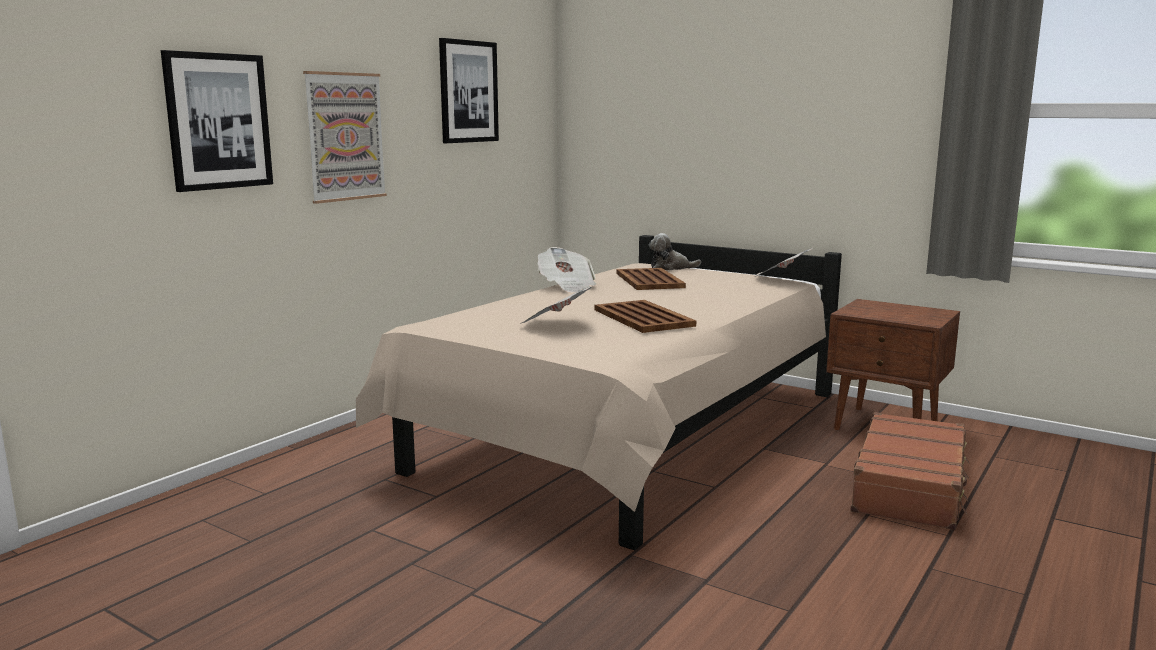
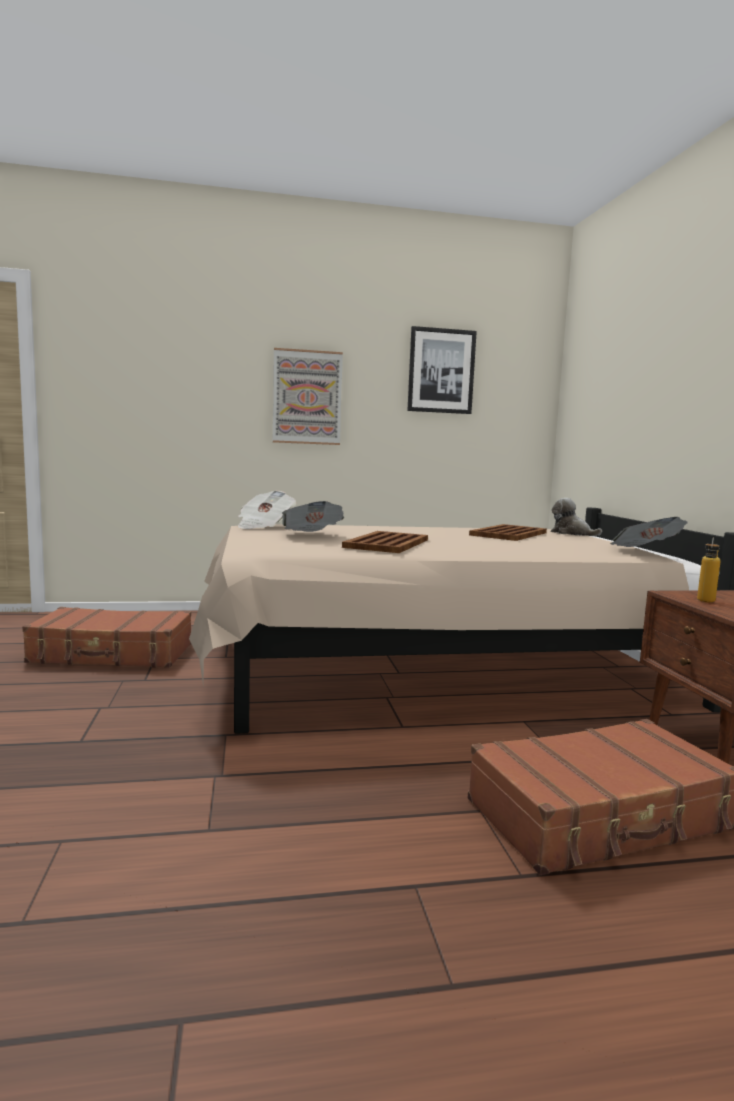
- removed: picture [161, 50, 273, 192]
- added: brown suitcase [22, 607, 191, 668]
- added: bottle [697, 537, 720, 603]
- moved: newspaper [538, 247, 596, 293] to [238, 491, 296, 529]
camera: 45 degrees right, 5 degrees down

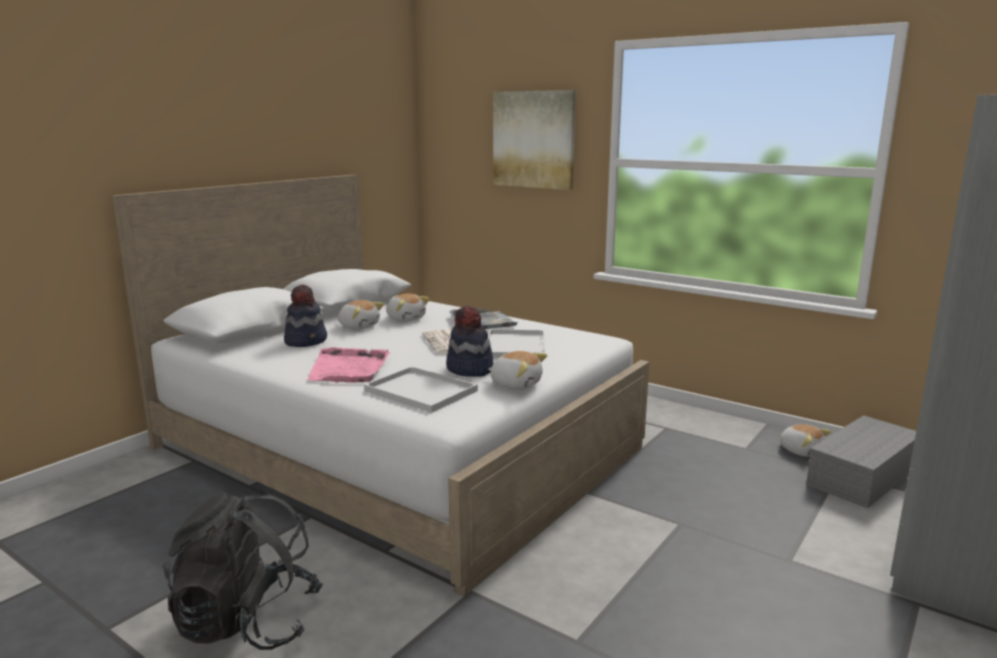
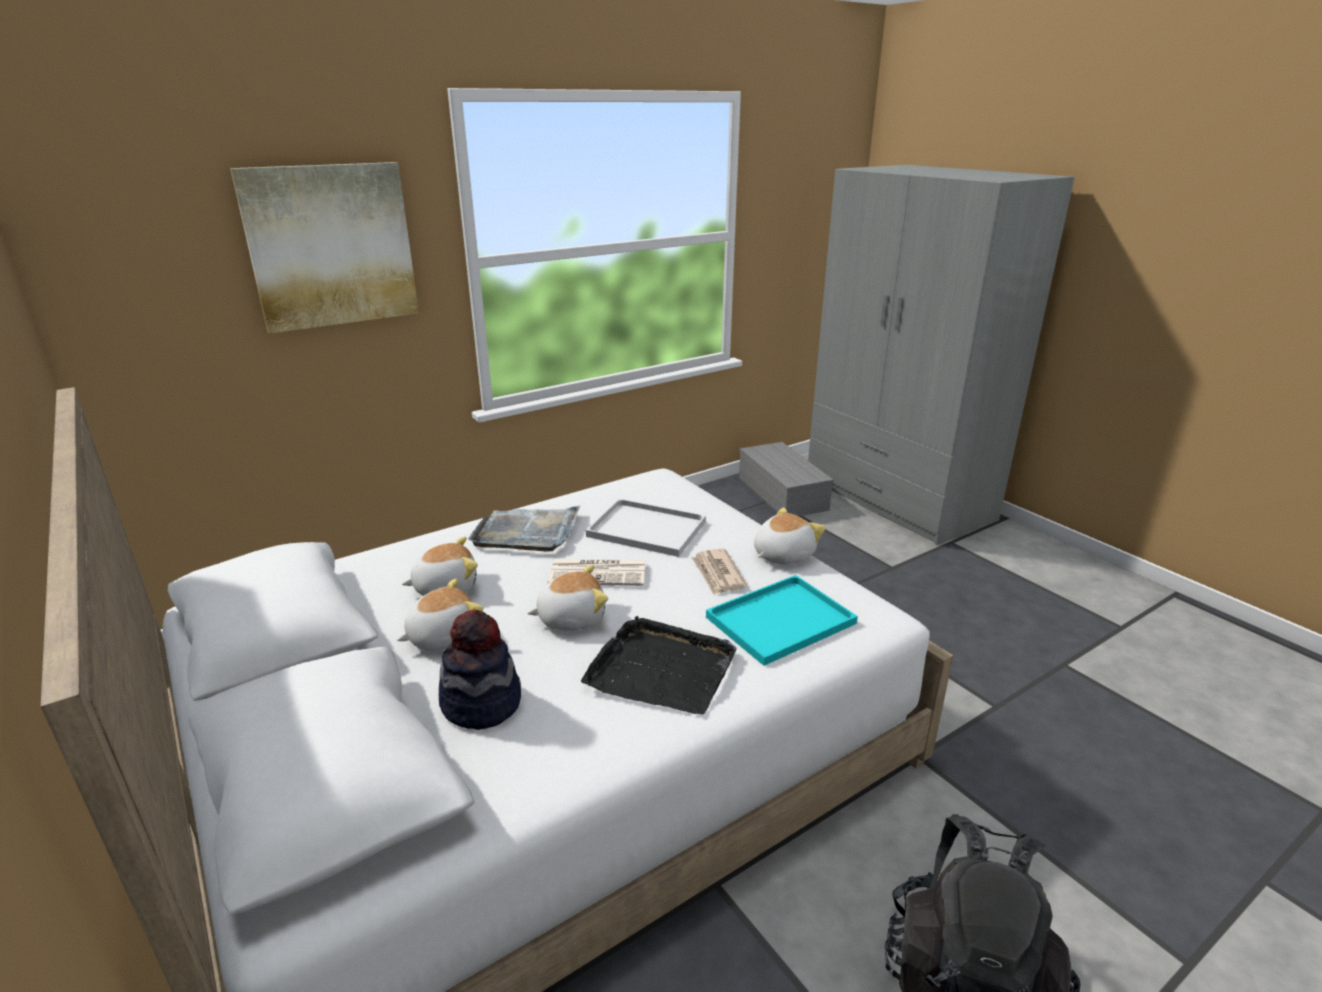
- moved: plush toy [779, 424, 831, 457] to [527, 565, 608, 630]
- replaced: hat [446, 306, 493, 377] to newspaper [691, 549, 747, 595]
- recoloured: pink tray [307, 347, 390, 383] to black tray [581, 616, 737, 715]
- recoloured: white tray [364, 366, 478, 413] to turquoise tray [706, 575, 858, 666]
camera: 70 degrees left, 10 degrees up

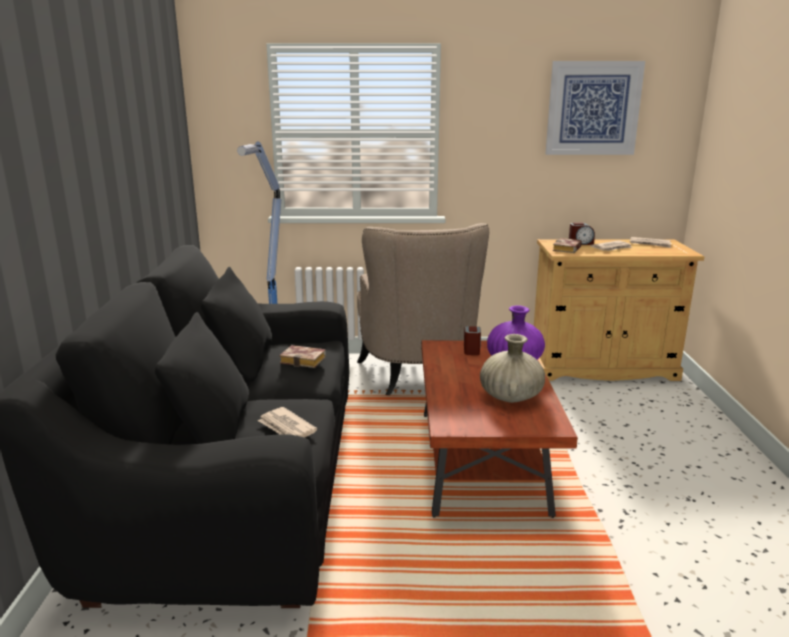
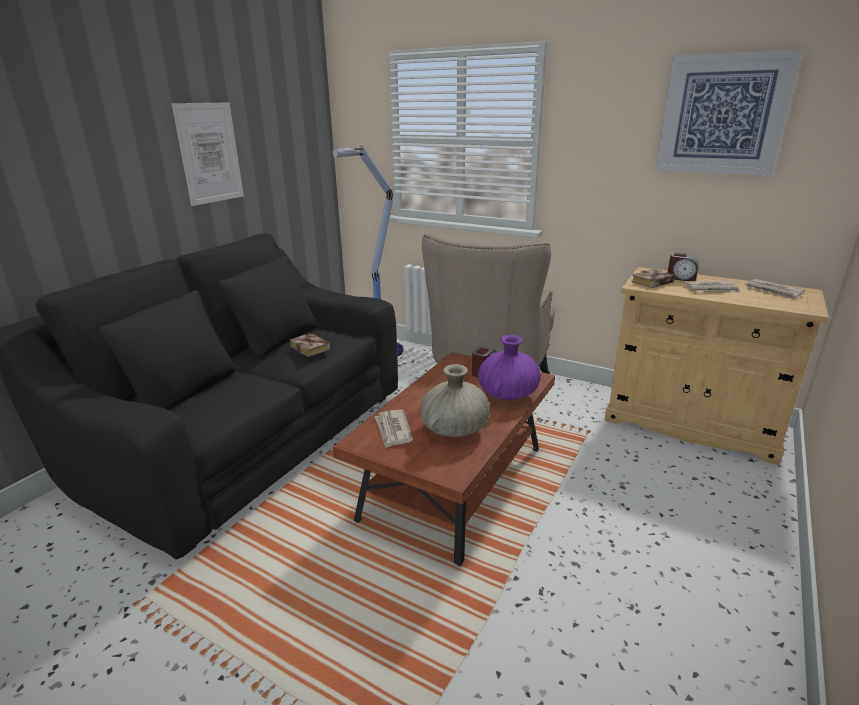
- added: picture [171, 103, 244, 206]
- moved: newspaper [258, 407, 317, 437] to [375, 409, 413, 449]
camera: 30 degrees right, 5 degrees up

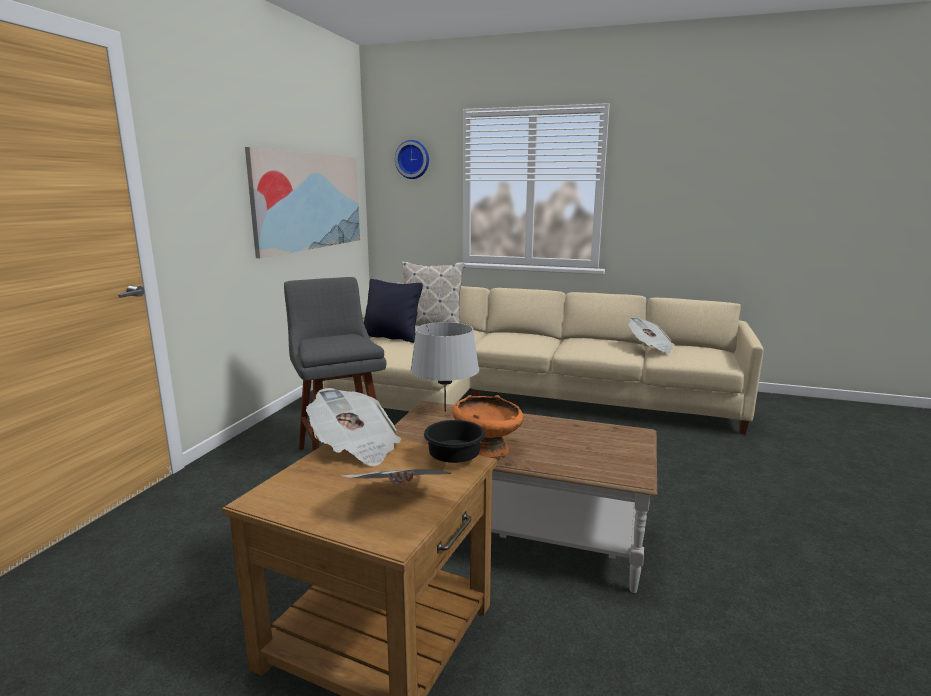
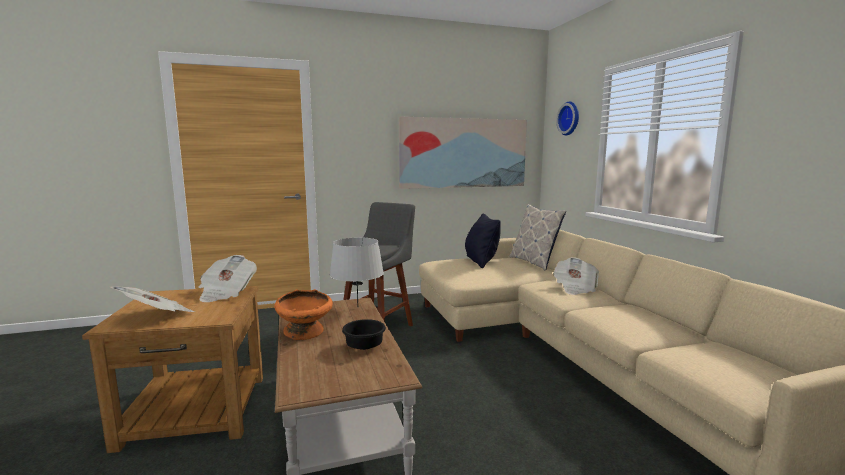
- moved: black bowl [424, 420, 485, 463] to [342, 319, 386, 350]
- moved: newspaper [628, 317, 675, 354] to [553, 257, 599, 295]
camera: 55 degrees right, 5 degrees down

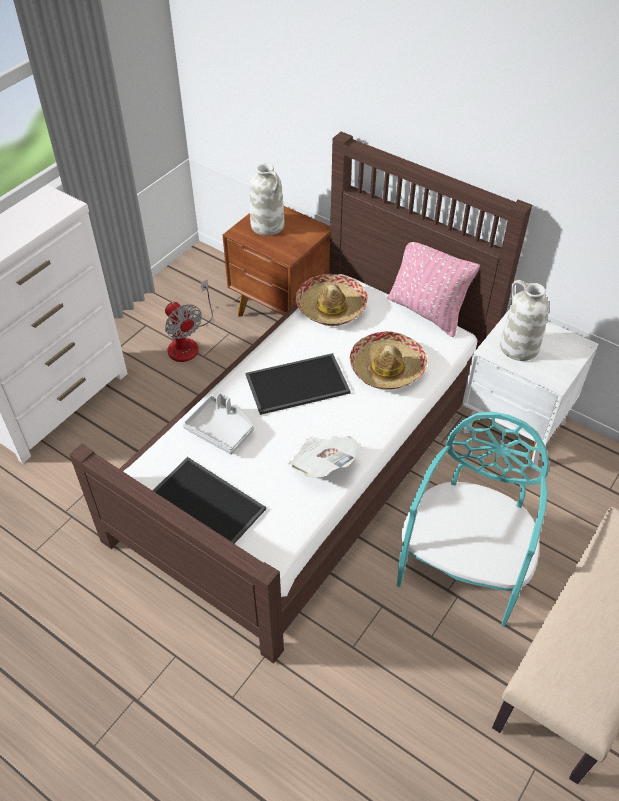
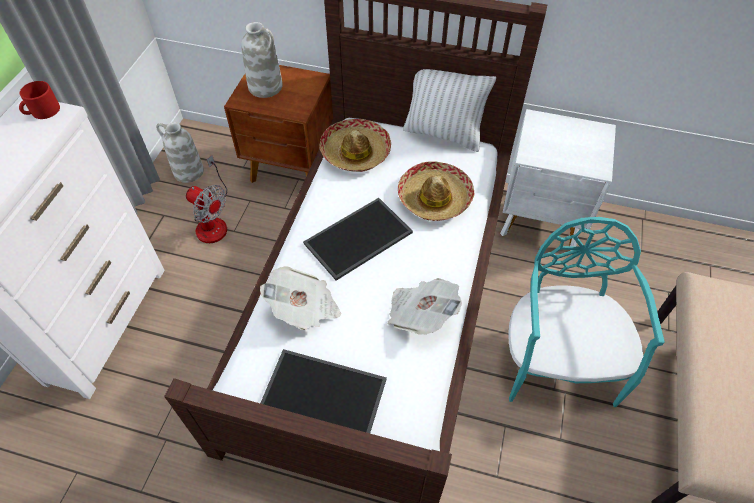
- added: red mug [19, 81, 60, 119]
- moved: white vase [500, 280, 549, 361] to [156, 122, 204, 183]
- replaced: grey tray [183, 392, 254, 455] to newspaper [260, 266, 341, 330]
- recoloured: pink pillow [388, 242, 480, 337] to white pillow [403, 69, 496, 152]
camera: 20 degrees left, 5 degrees up

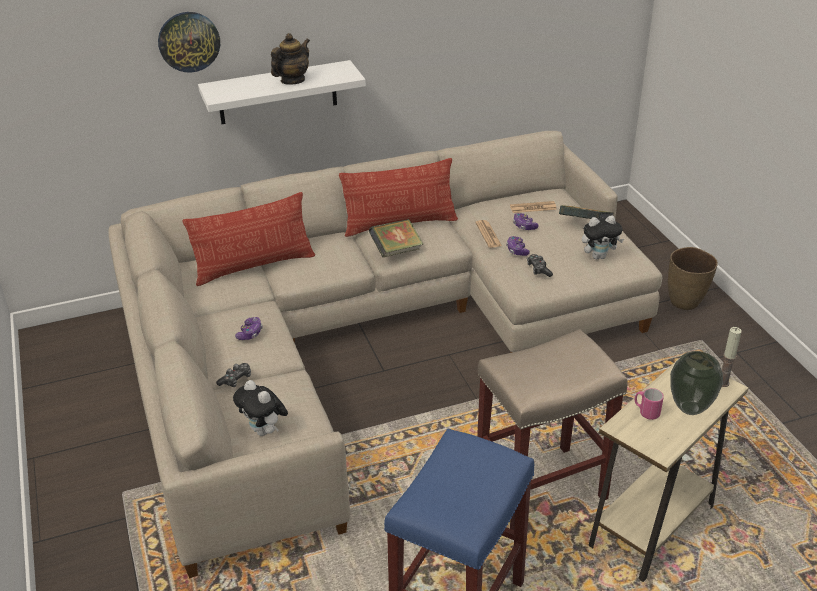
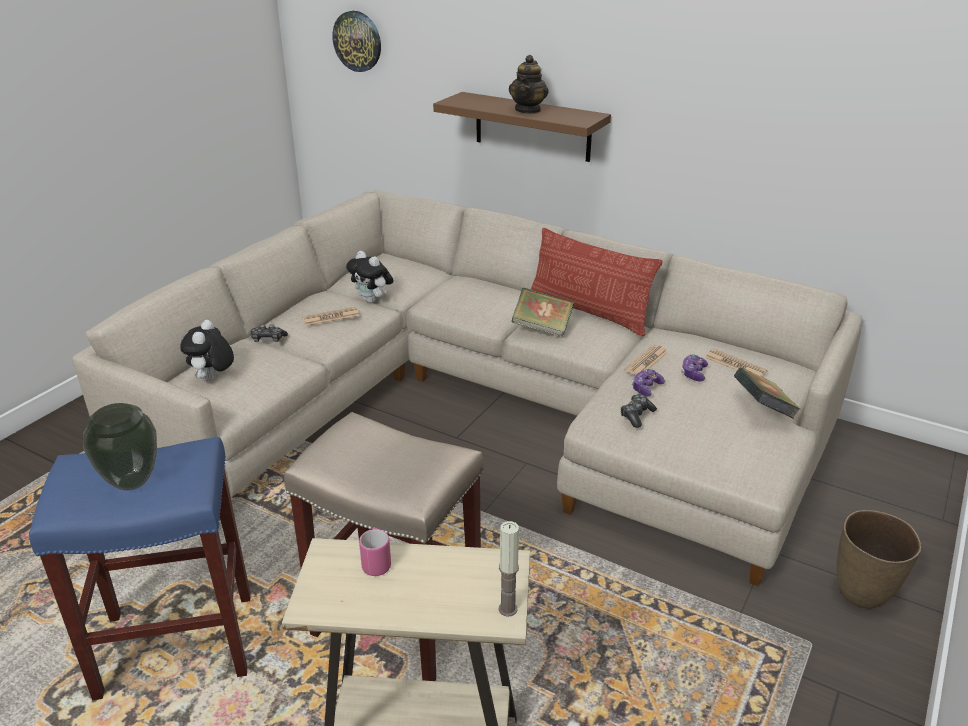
- removed: pillow [183, 192, 315, 286]
- moved: wall clock [158, 12, 220, 73] to [332, 11, 381, 72]
- moved: plush toy [582, 216, 624, 259] to [346, 251, 393, 303]
- moved: vase [670, 351, 723, 415] to [83, 403, 157, 491]
- replaced: game controller [235, 317, 263, 340] to newspaper [302, 307, 359, 326]
- recoloured: white shelf [198, 60, 366, 124] to brown shelf [433, 92, 611, 162]
- turned: teapot [271, 33, 310, 85] = [509, 55, 549, 114] 105 degrees clockwise
camera: 50 degrees right, 5 degrees down

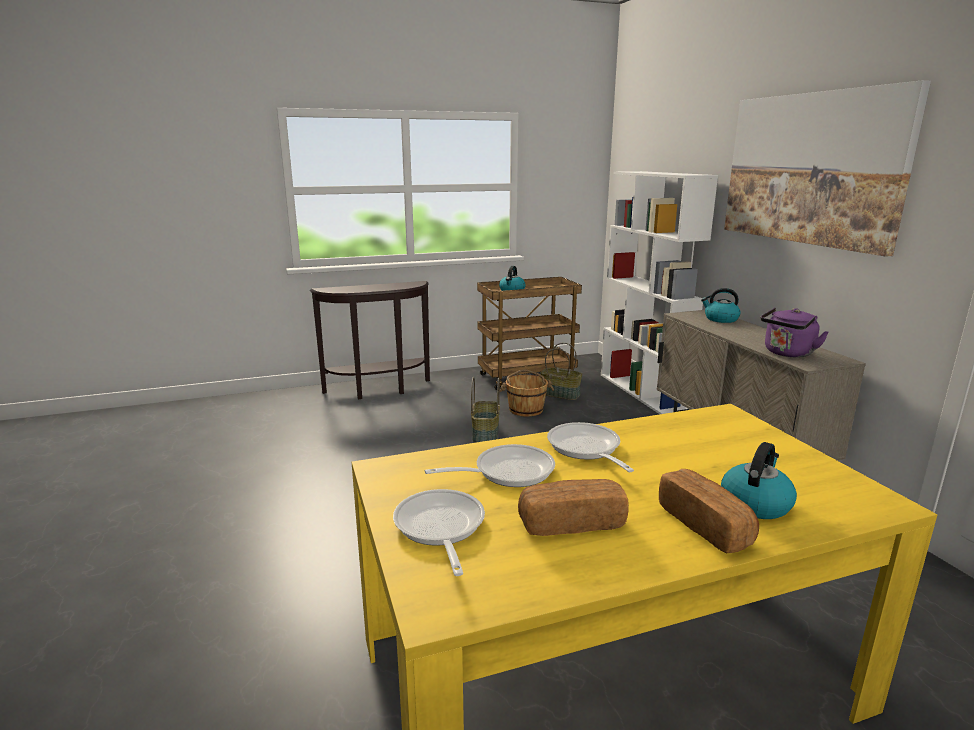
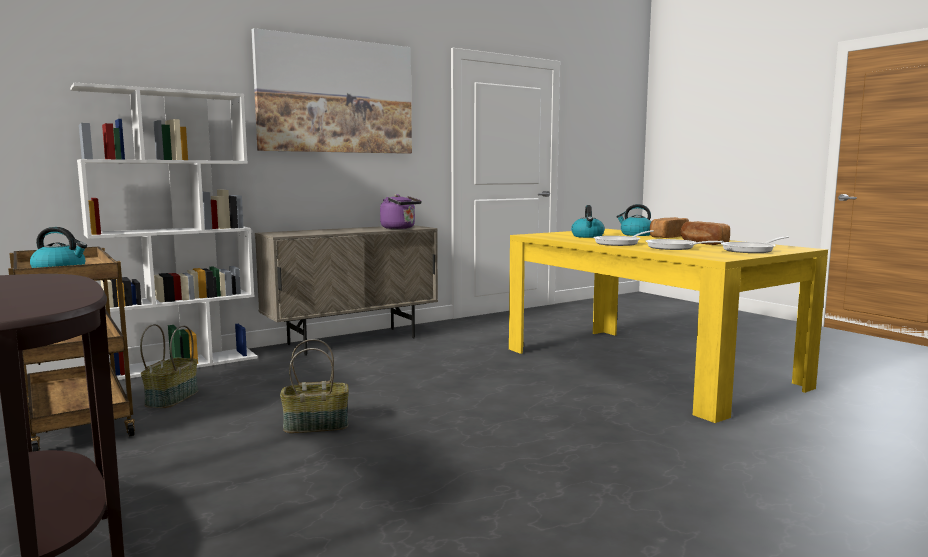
- removed: brown bucket [500, 370, 554, 417]
- moved: kettle [701, 288, 741, 323] to [571, 205, 605, 238]
camera: 105 degrees left, 10 degrees down

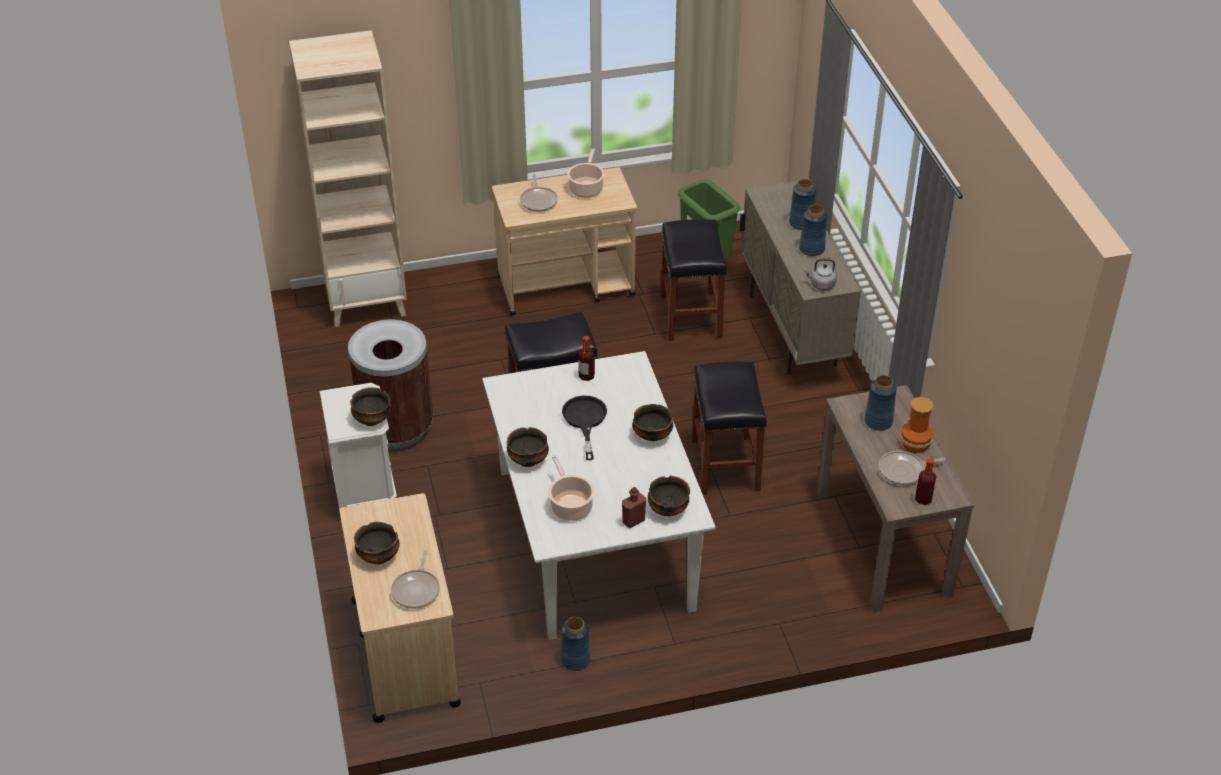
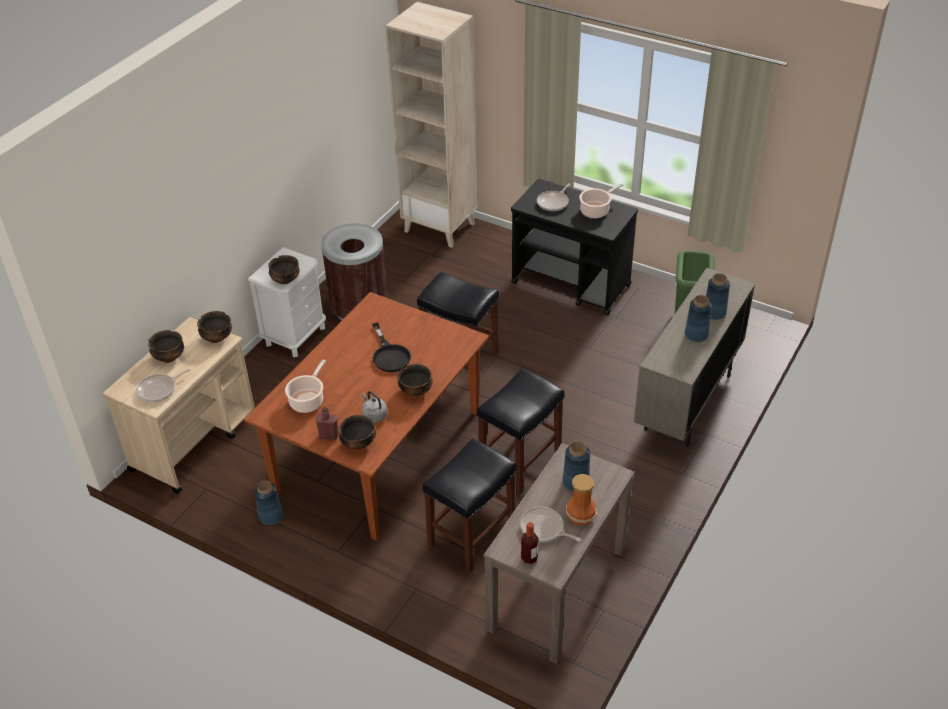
- removed: bottle [578, 336, 595, 381]
- moved: bowl [506, 427, 549, 467] to [197, 311, 232, 343]
- moved: black stool [660, 219, 727, 341] to [422, 438, 517, 573]
- moved: grey kettle [804, 259, 837, 290] to [362, 391, 387, 423]
- recoloured: white dining table [483, 351, 715, 640] to brown dining table [244, 292, 489, 541]
- recoloured: beige cart [492, 167, 637, 315] to black cart [511, 179, 638, 315]
- turned: black frying pan [562, 396, 607, 460] = [372, 322, 411, 372] 120 degrees clockwise
camera: 45 degrees right, 0 degrees up

